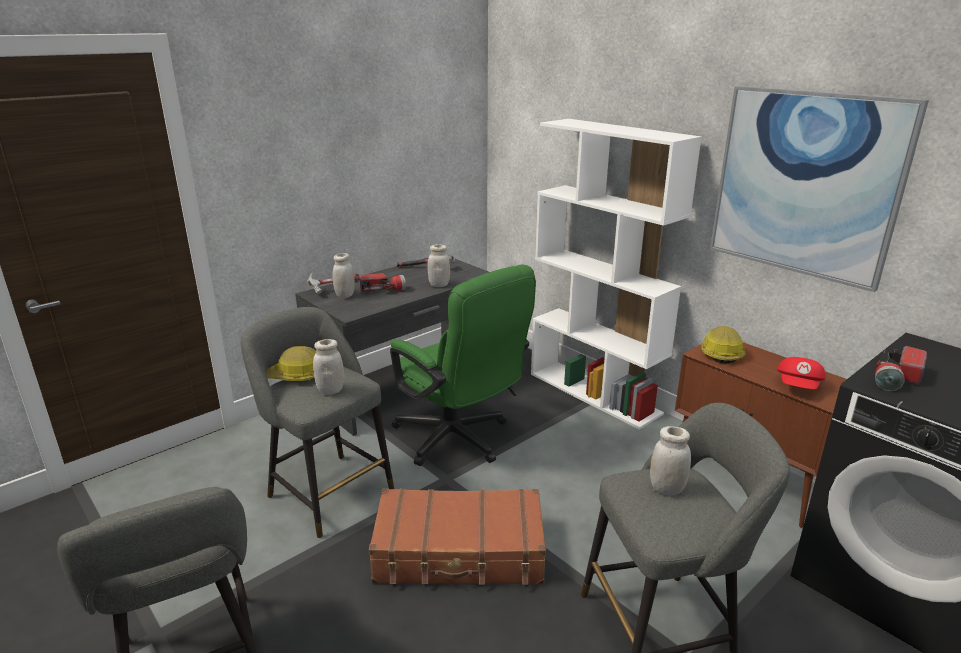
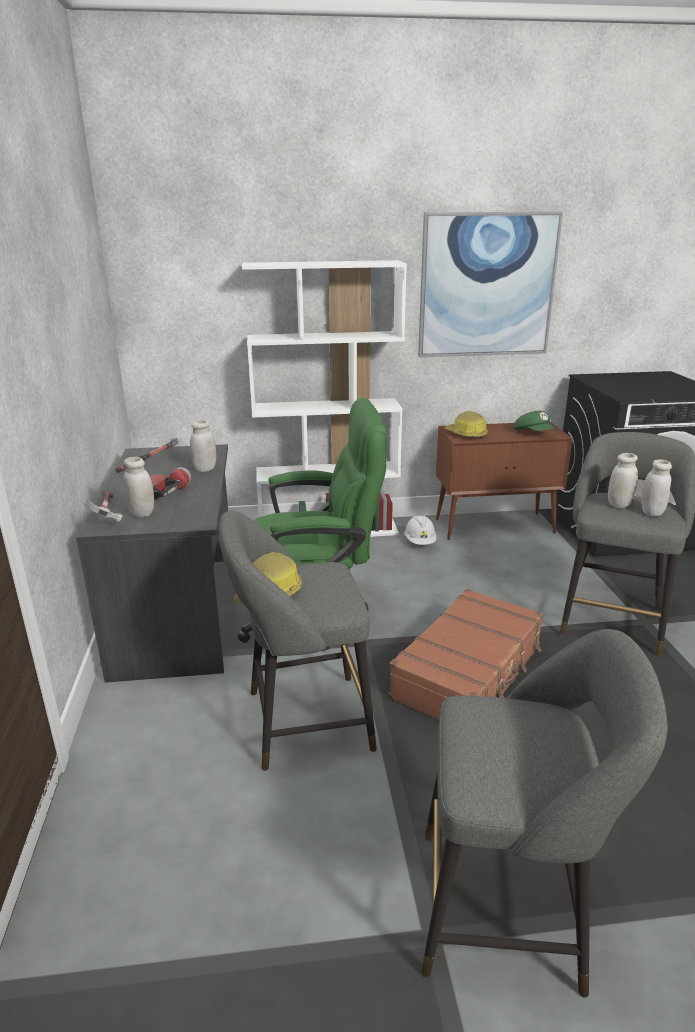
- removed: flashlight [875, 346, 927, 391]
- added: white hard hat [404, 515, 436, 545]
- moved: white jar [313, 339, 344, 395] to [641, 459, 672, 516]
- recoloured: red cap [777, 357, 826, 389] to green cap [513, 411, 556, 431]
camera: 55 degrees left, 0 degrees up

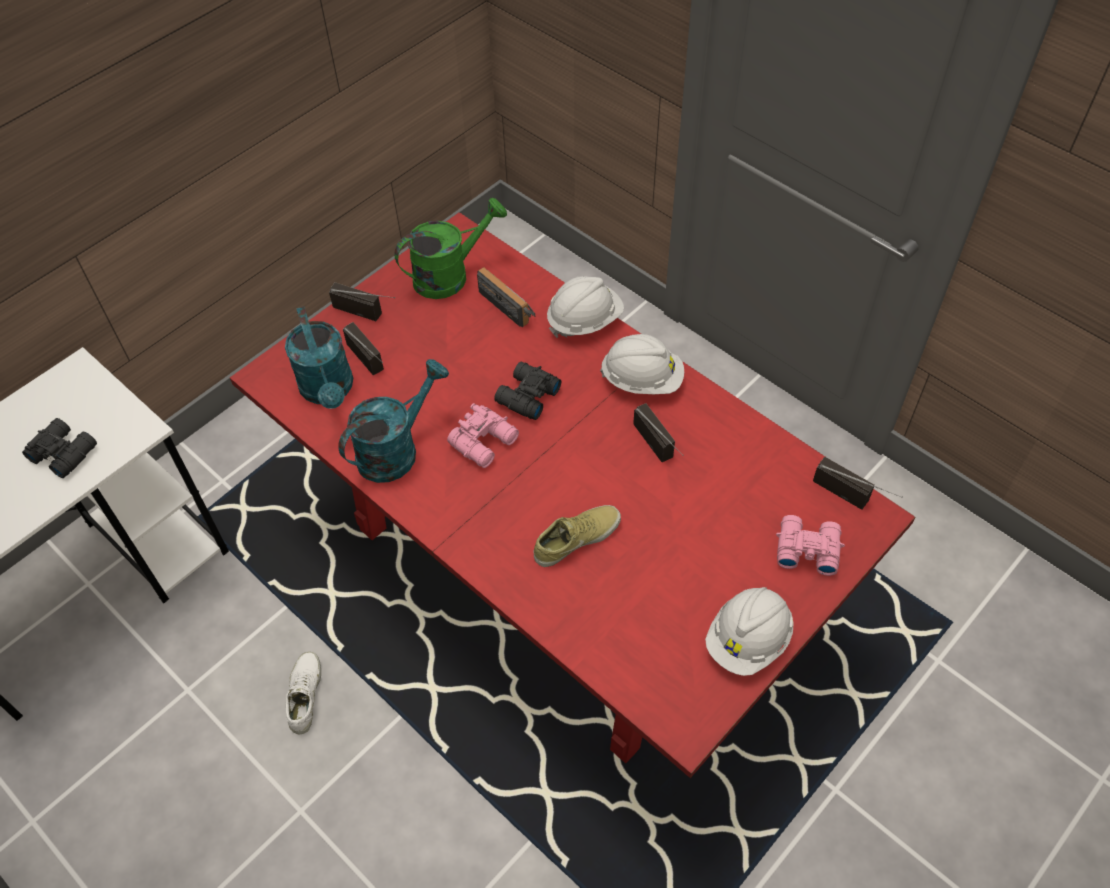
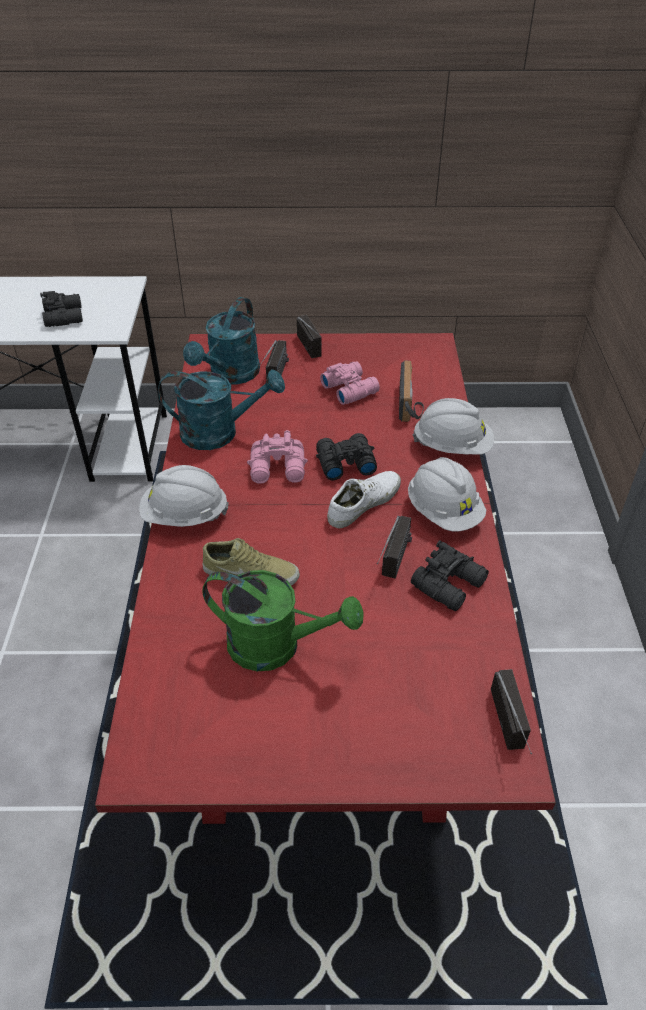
- added: black binoculars [411, 540, 489, 611]
- moved: white shoe [286, 652, 321, 734] to [327, 471, 401, 529]
- moved: green watering can [394, 198, 507, 299] to [202, 570, 363, 671]
- moved: white hard hat [705, 587, 794, 676] to [139, 465, 229, 527]
- moved: pink binoculars [776, 515, 845, 576] to [320, 361, 380, 405]
camera: 45 degrees right, 10 degrees down

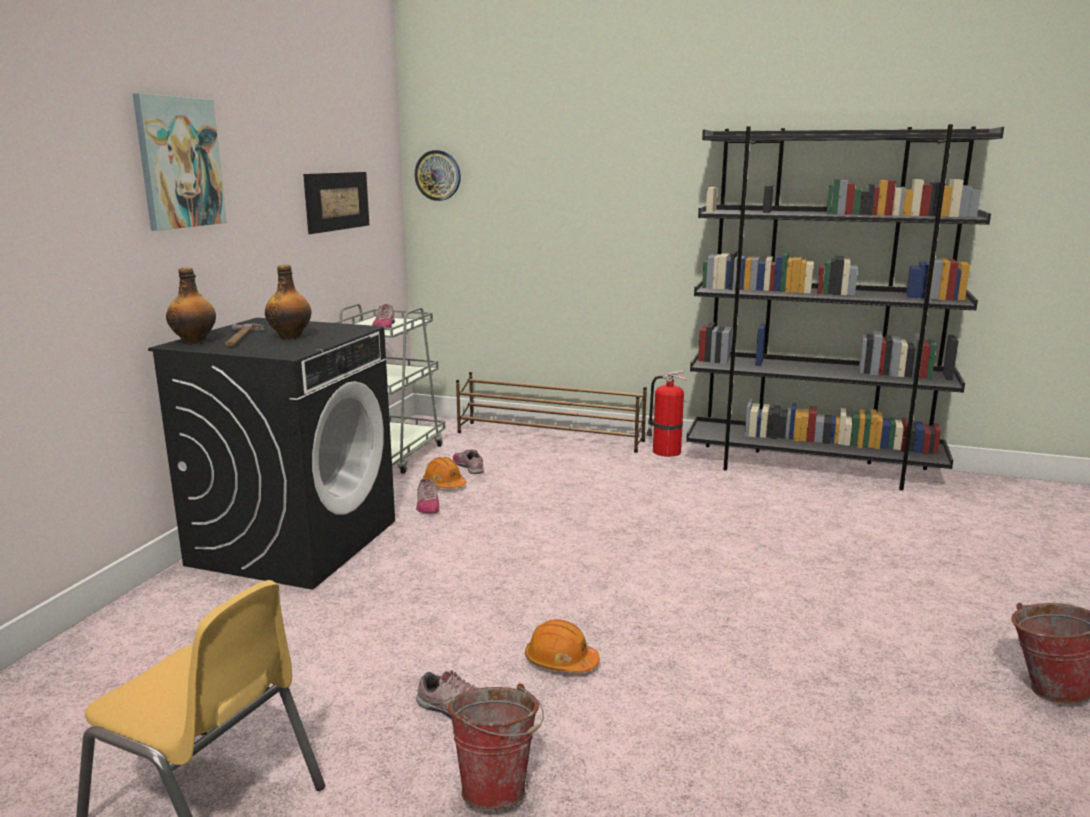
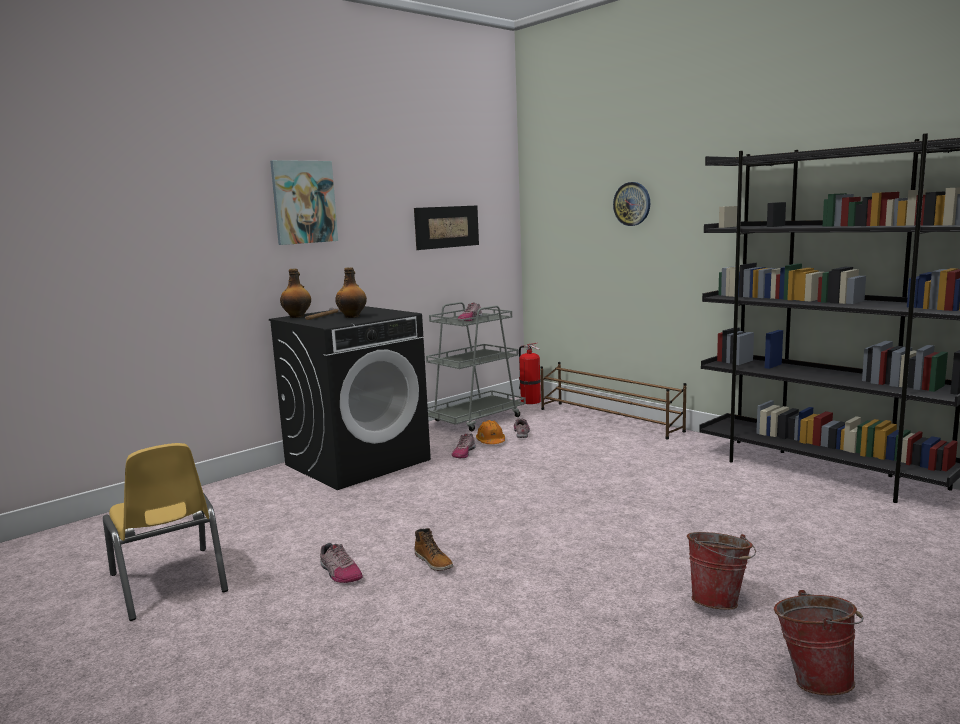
- moved: wall clock [415, 150, 461, 201] to [613, 182, 650, 226]
- moved: bucket [448, 683, 544, 809] to [687, 532, 756, 610]
- moved: fire extinguisher [646, 370, 687, 457] to [519, 343, 541, 404]
- replaced: orange hard hat [525, 619, 600, 673] to boot [414, 528, 453, 571]
camera: 30 degrees right, 5 degrees down

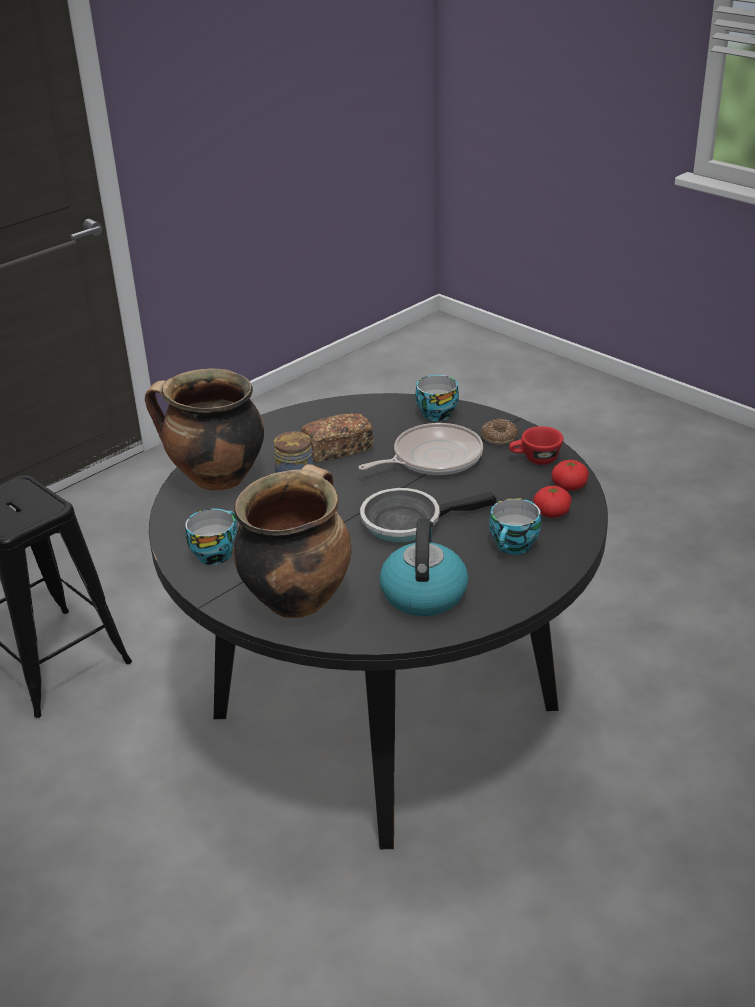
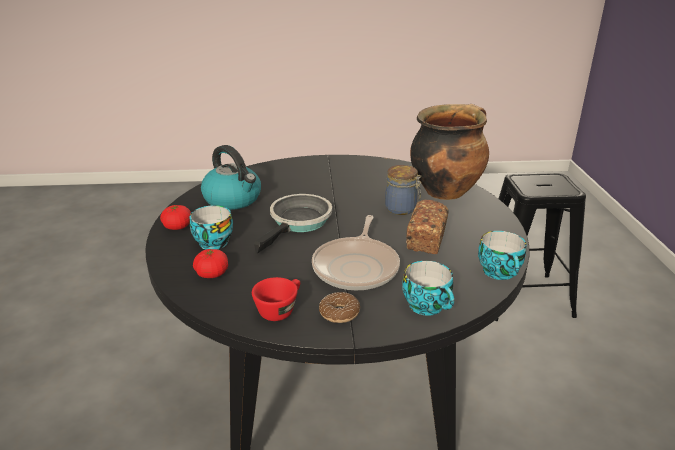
- removed: cooking pot [233, 464, 351, 618]
- moved: cup [185, 509, 237, 565] to [478, 231, 527, 280]
- moved: tomato [552, 460, 589, 491] to [160, 205, 191, 230]
camera: 130 degrees right, 5 degrees down

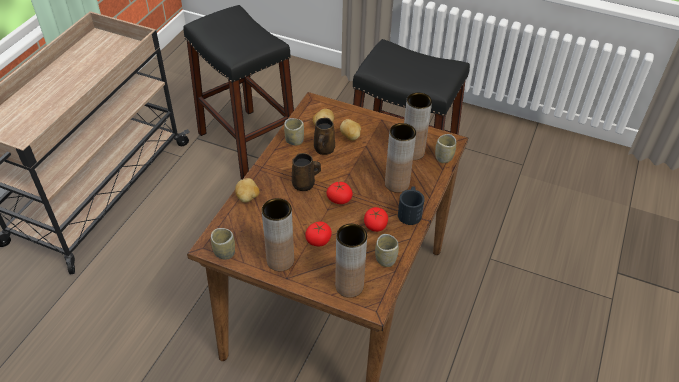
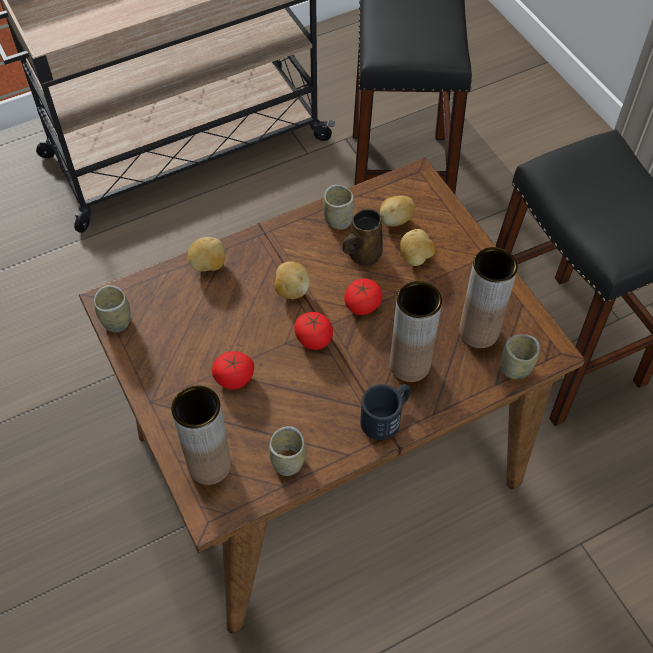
- removed: brown vase [262, 198, 294, 271]
- moved: tomato [364, 207, 388, 232] to [344, 279, 382, 315]
- replaced: brown mug [292, 153, 321, 191] to potato [275, 261, 310, 299]
camera: 40 degrees right, 10 degrees up

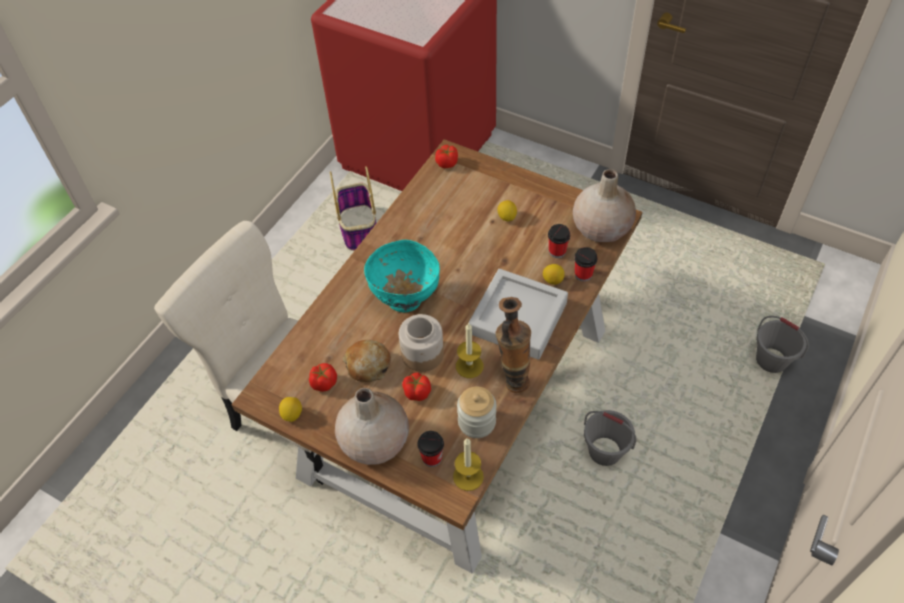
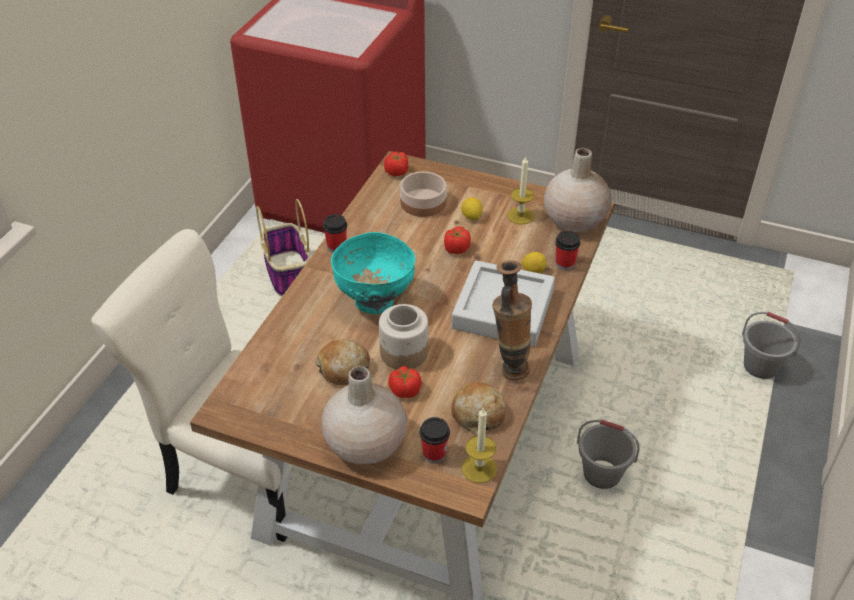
- removed: lemon [279, 397, 302, 422]
- added: bowl [400, 171, 447, 217]
- moved: tomato [309, 363, 337, 392] to [444, 226, 471, 254]
- moved: candle [456, 322, 484, 378] to [507, 156, 534, 224]
- moved: cup [548, 224, 570, 258] to [323, 214, 347, 253]
- replaced: jar [457, 387, 496, 438] to bread [451, 382, 506, 434]
camera: 10 degrees left, 10 degrees down

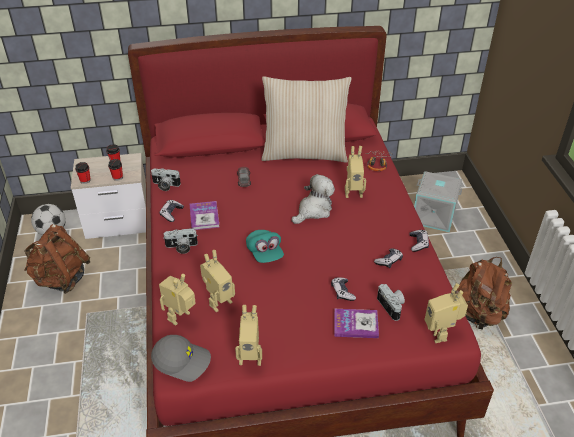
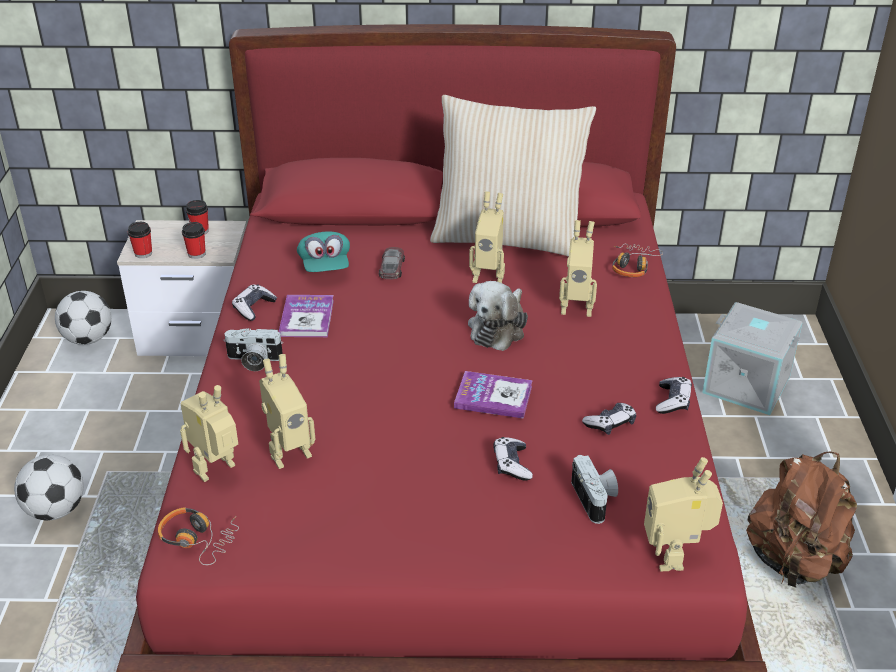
- removed: brown backpack [24, 224, 90, 294]
- removed: photo camera [151, 168, 181, 191]
- added: football [14, 455, 84, 520]
- moved: toy robot [235, 305, 262, 366] to [469, 191, 505, 283]
- moved: turquoise cap [246, 230, 284, 263] to [297, 231, 350, 272]
- moved: book [334, 309, 379, 338] to [454, 371, 533, 419]
- replaced: grey cap [151, 335, 211, 382] to headphones [158, 507, 239, 565]
- turned: plush toy [292, 174, 335, 224] = [468, 281, 528, 351] 150 degrees clockwise
camera: 10 degrees right, 5 degrees down

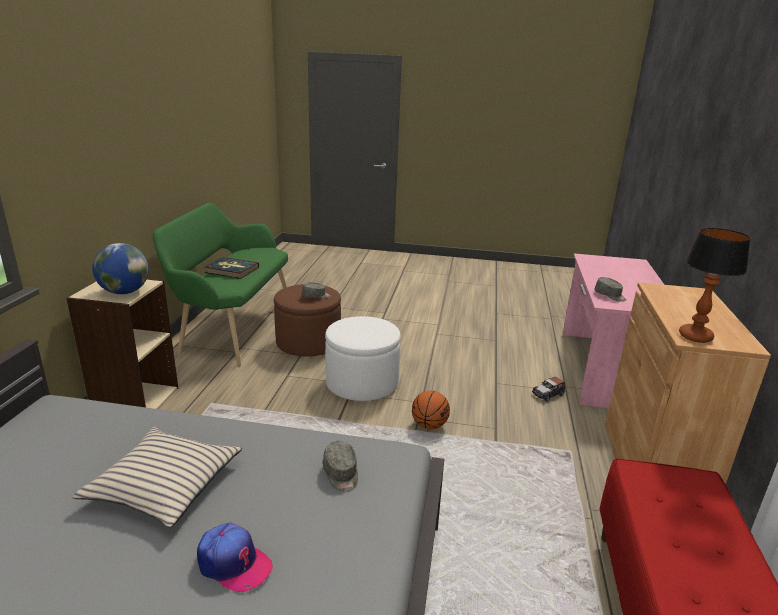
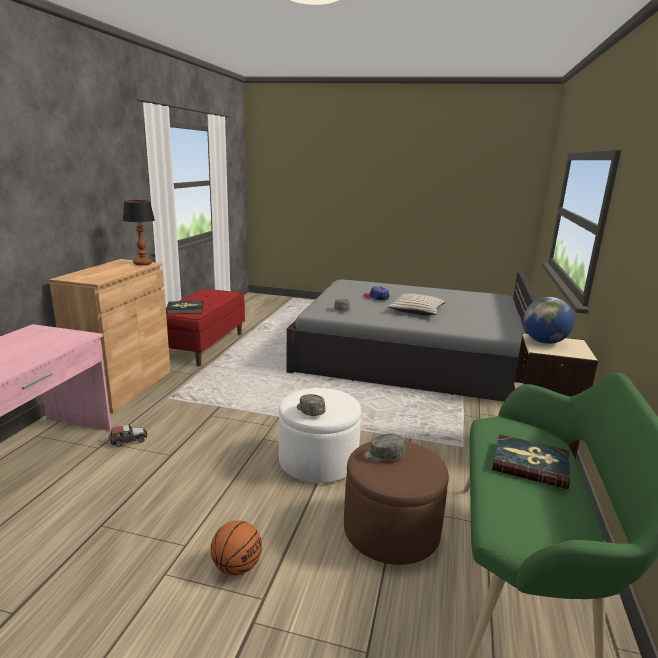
- added: book [166, 301, 203, 314]
- moved: basketball [412, 391, 450, 429] to [211, 520, 262, 576]
- moved: grey cap [594, 277, 626, 302] to [297, 394, 326, 416]
camera: 175 degrees left, 5 degrees down

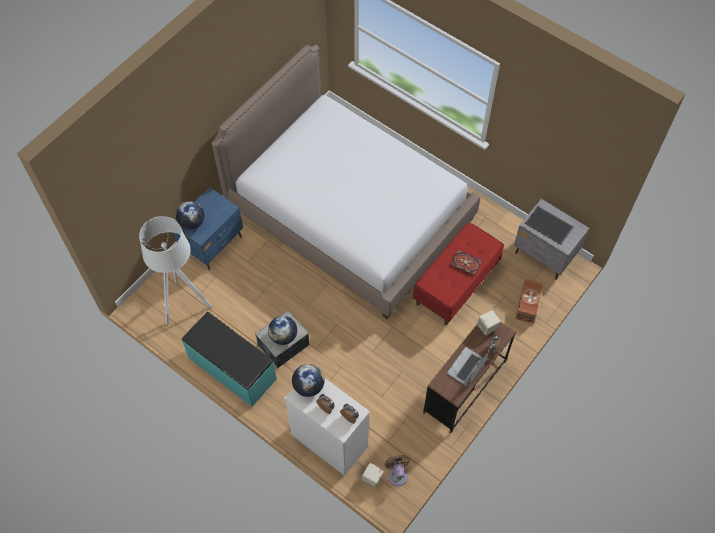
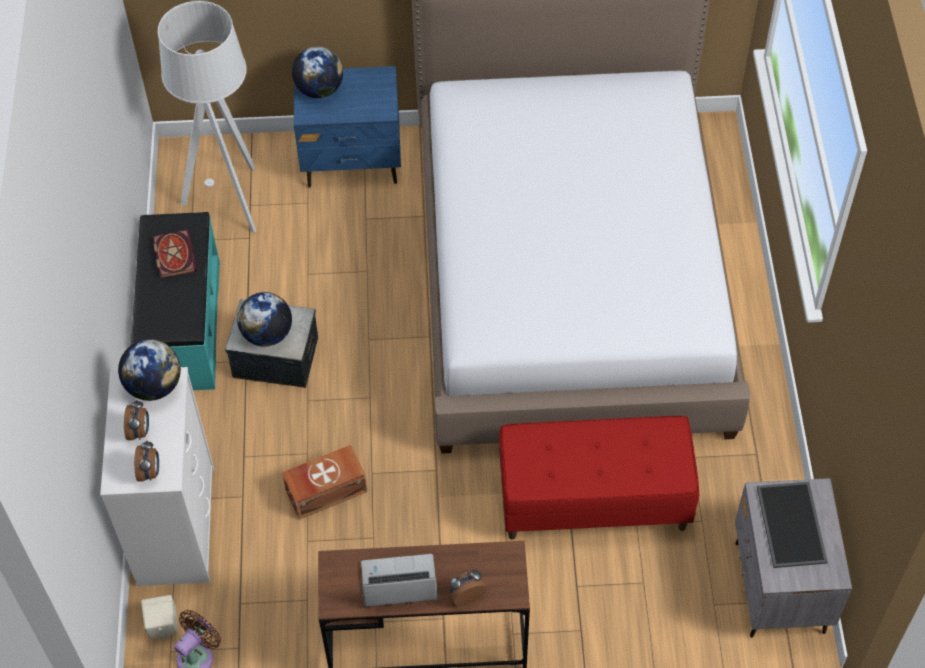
- removed: beige speaker [477, 310, 501, 335]
- moved: book [450, 250, 482, 276] to [153, 230, 197, 279]
- moved: brown storage box [515, 279, 543, 323] to [282, 445, 367, 520]
camera: 50 degrees right, 5 degrees down

